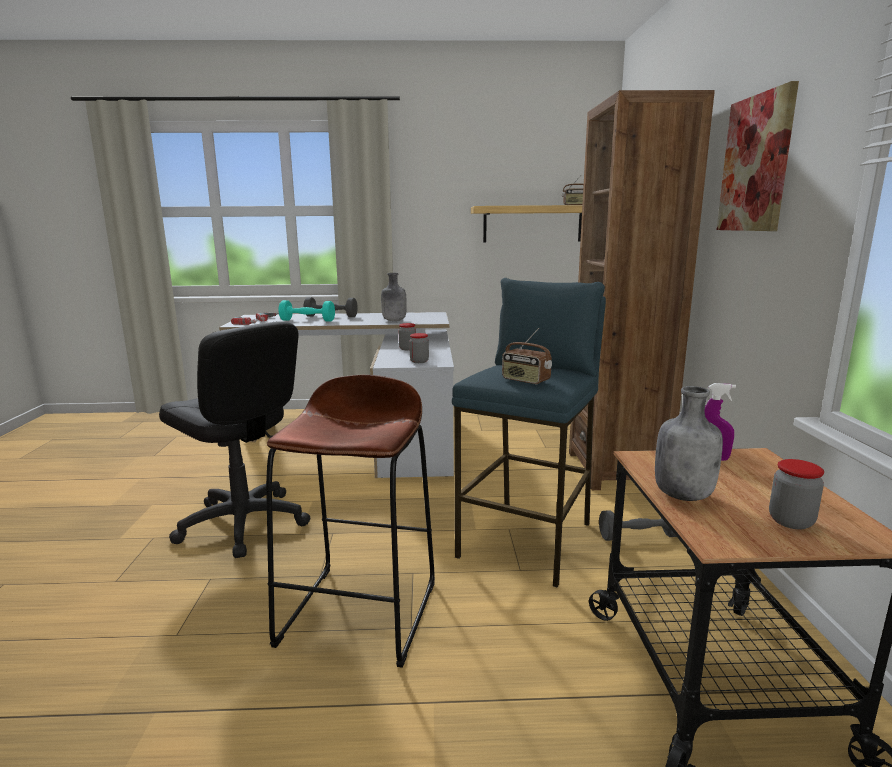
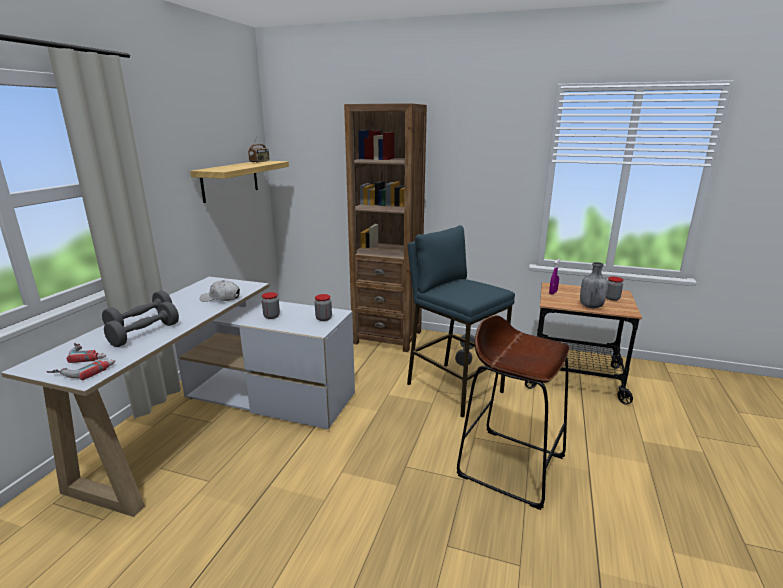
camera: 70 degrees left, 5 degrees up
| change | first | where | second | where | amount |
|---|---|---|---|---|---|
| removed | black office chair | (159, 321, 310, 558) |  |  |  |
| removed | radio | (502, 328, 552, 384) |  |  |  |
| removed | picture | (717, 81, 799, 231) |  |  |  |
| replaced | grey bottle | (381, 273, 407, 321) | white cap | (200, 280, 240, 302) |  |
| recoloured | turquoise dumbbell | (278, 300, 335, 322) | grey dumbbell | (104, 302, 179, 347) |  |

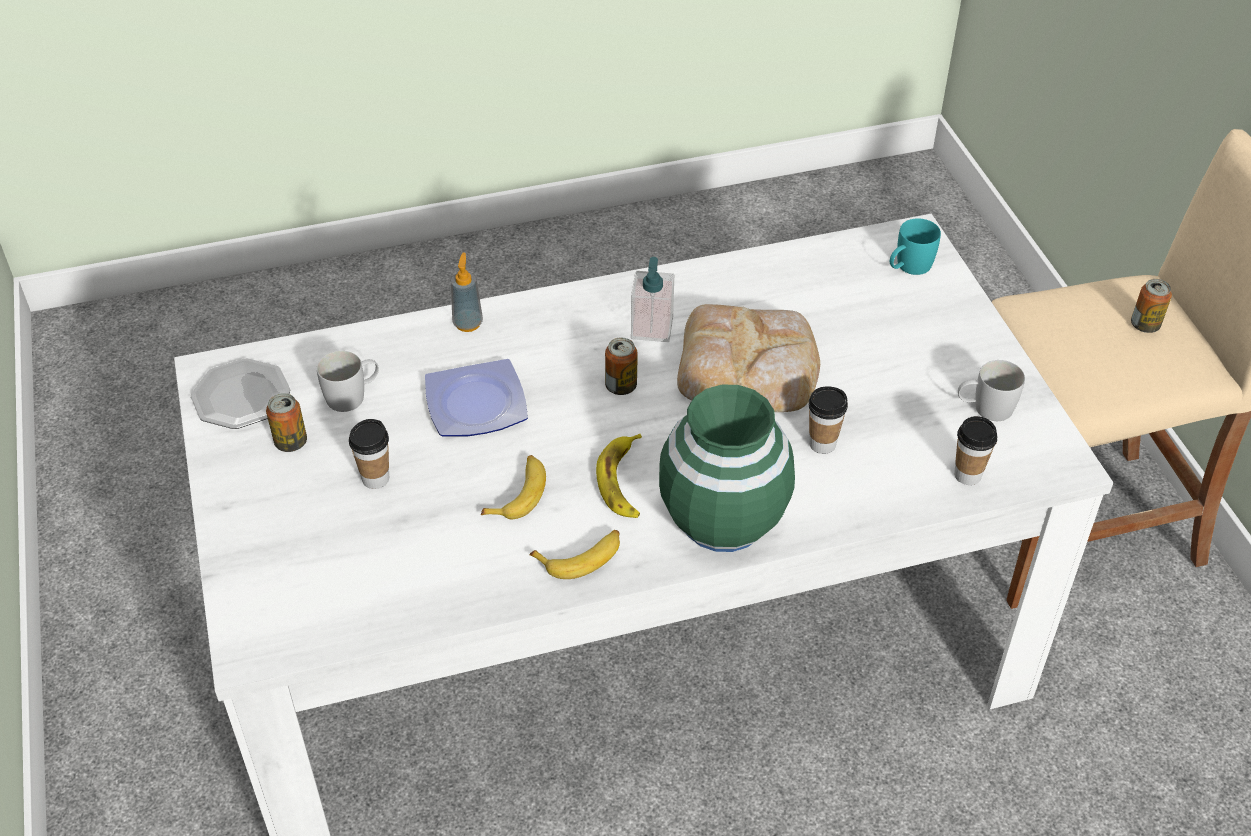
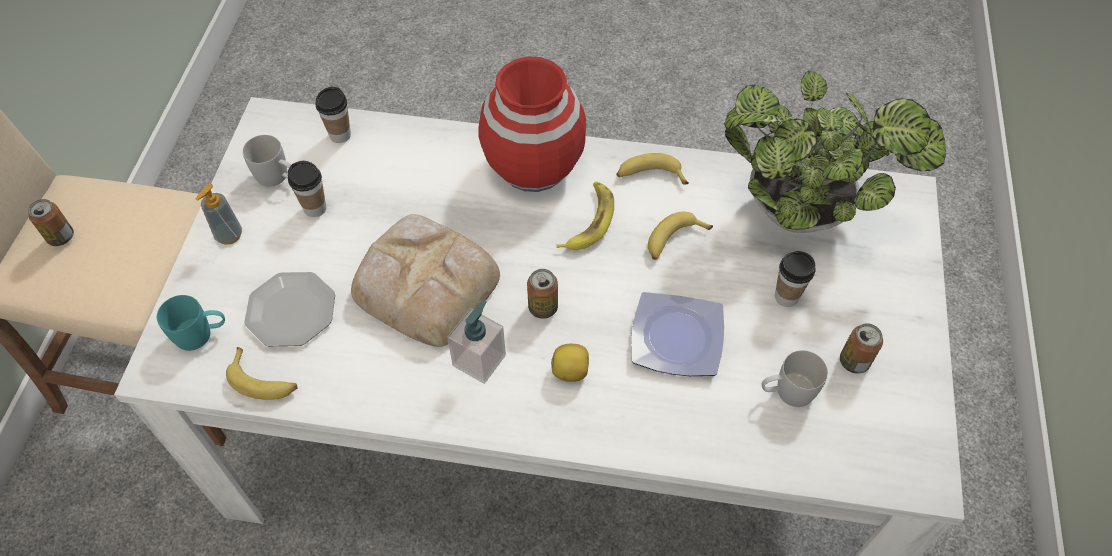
camera: 155 degrees left, 10 degrees up
| change | first | where | second | where | amount |
|---|---|---|---|---|---|
| added |  |  | banana | (226, 347, 298, 400) |  |
| added |  |  | lemon | (551, 344, 589, 382) |  |
| added |  |  | potted plant | (724, 71, 946, 233) |  |
| moved | plate | (191, 358, 290, 429) |  | (244, 272, 335, 346) |  |
| moved | soap dispenser | (451, 253, 483, 332) |  | (196, 184, 242, 245) |  |
| moved | cup | (808, 386, 848, 454) |  | (288, 161, 326, 217) |  |
| recoloured | green vase | (659, 385, 795, 552) | red vase | (478, 56, 586, 192) |  |

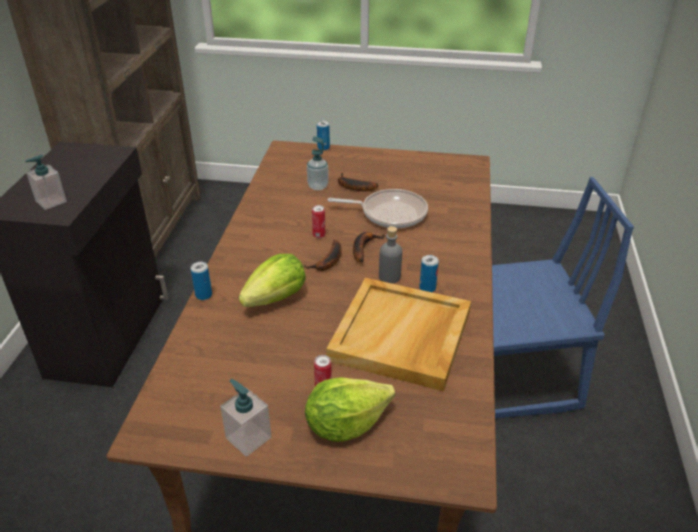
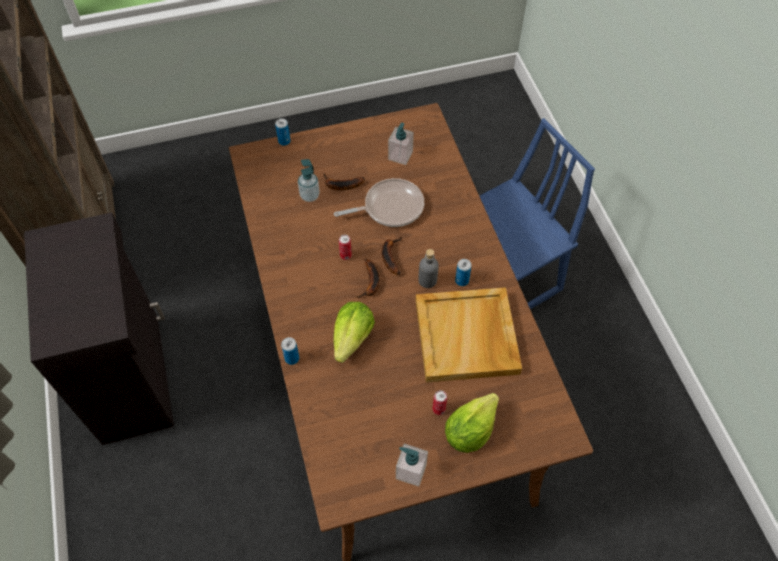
camera: 25 degrees left, 20 degrees up
| change | first | where | second | where | amount |
|---|---|---|---|---|---|
| moved | soap dispenser | (25, 155, 67, 210) |  | (388, 123, 414, 165) |  |

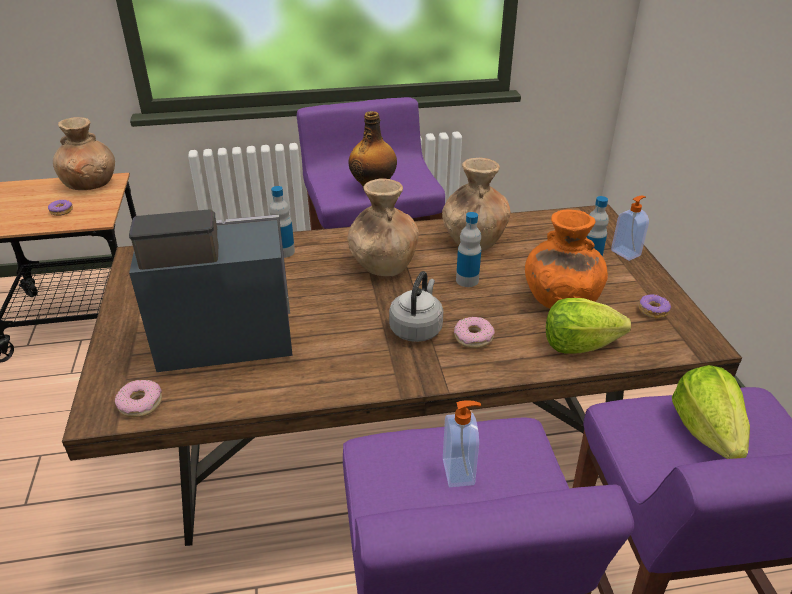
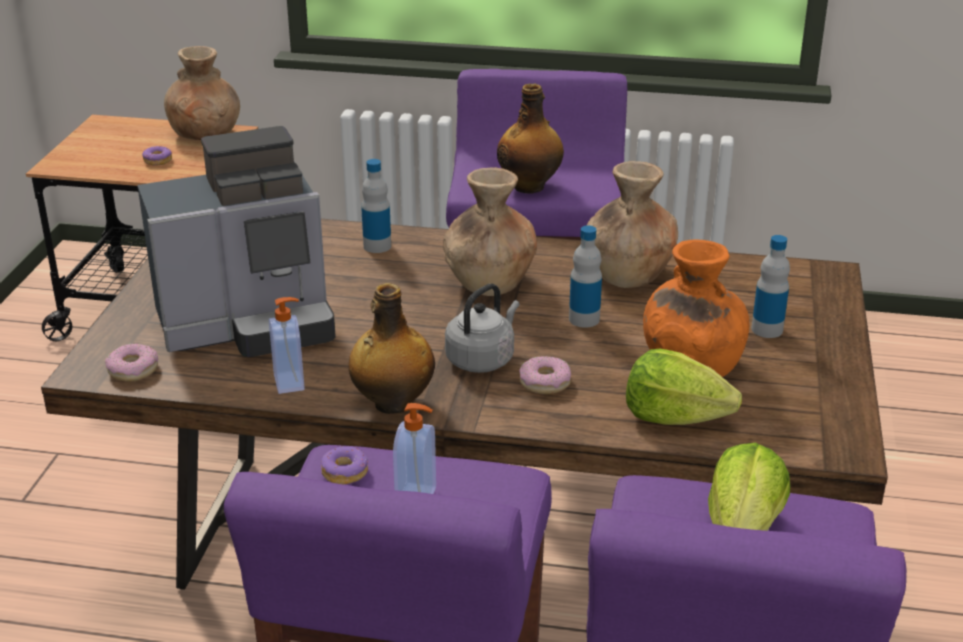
camera: 20 degrees right, 5 degrees down
| change | first | where | second | where | amount |
|---|---|---|---|---|---|
| added |  |  | bottle | (348, 283, 435, 414) |  |
| moved | soap dispenser | (611, 196, 649, 261) |  | (269, 297, 305, 394) |  |
| moved | donut | (639, 294, 671, 318) |  | (321, 446, 368, 484) |  |
| turned | coffee machine | (129, 210, 293, 372) |  | (137, 126, 335, 357) | 150 degrees clockwise |

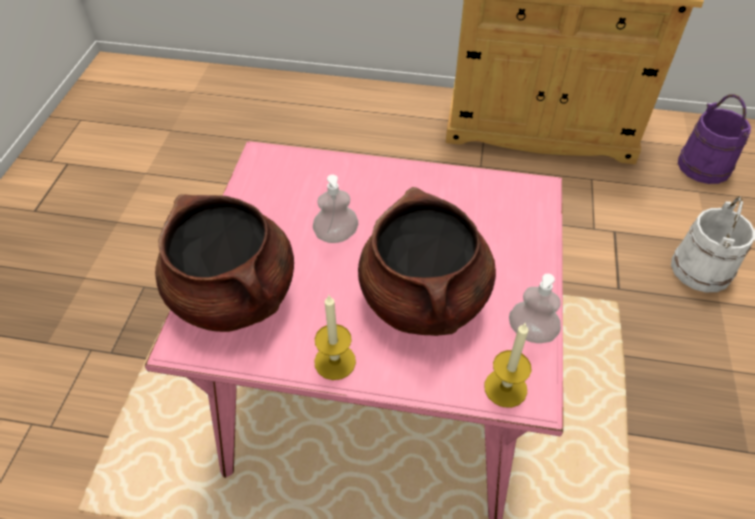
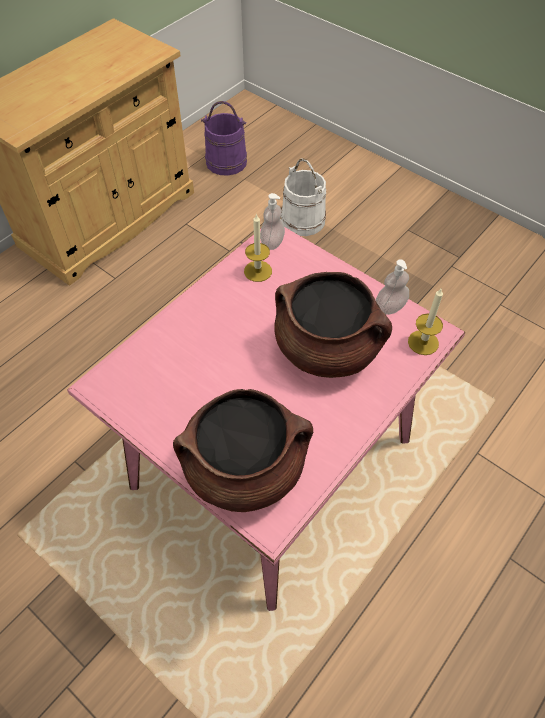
camera: 60 degrees left, 5 degrees up
| change | first | where | second | where | amount |
|---|---|---|---|---|---|
| moved | soap dispenser | (313, 175, 358, 243) |  | (260, 193, 285, 250) |  |
| moved | candle | (314, 295, 356, 380) |  | (244, 213, 272, 282) |  |

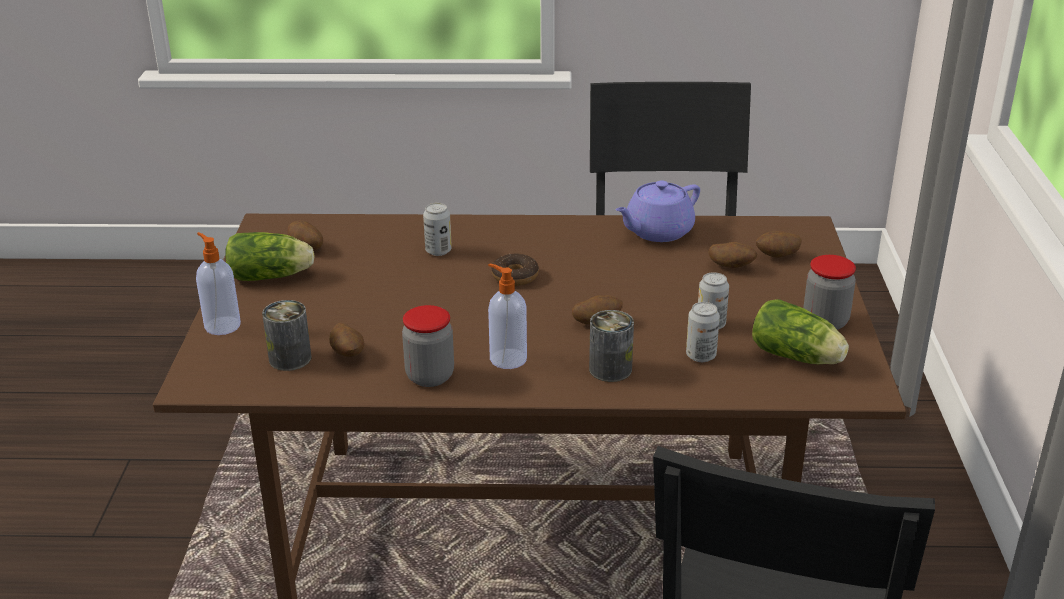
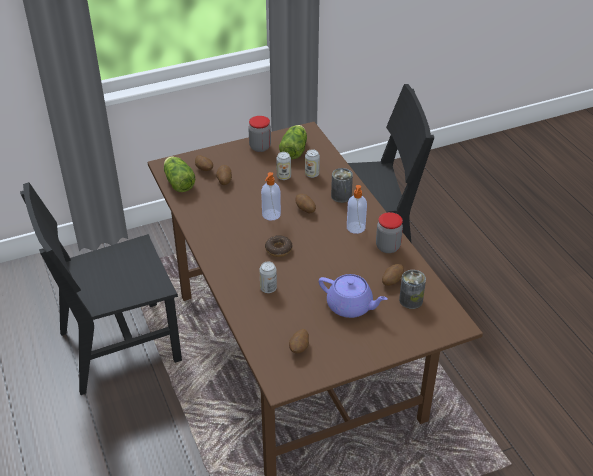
camera: 115 degrees left, 10 degrees up
| change | first | where | second | where | amount |
|---|---|---|---|---|---|
| moved | soap dispenser | (196, 232, 241, 335) |  | (261, 172, 281, 221) |  |
| moved | lettuce | (225, 232, 315, 281) |  | (164, 156, 195, 192) |  |
| moved | purple teapot | (615, 181, 700, 242) |  | (319, 274, 388, 318) |  |

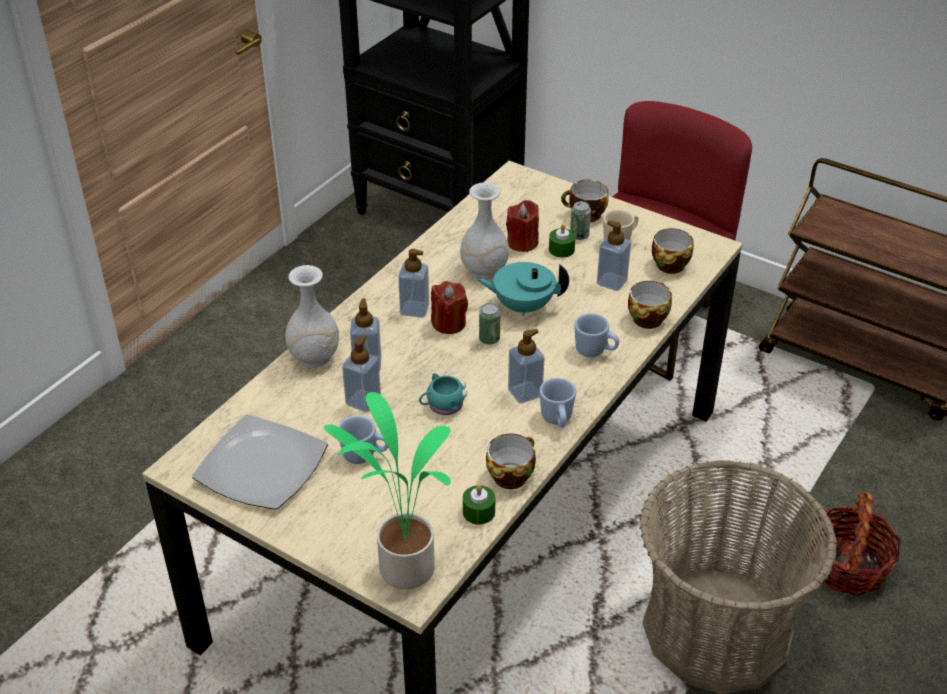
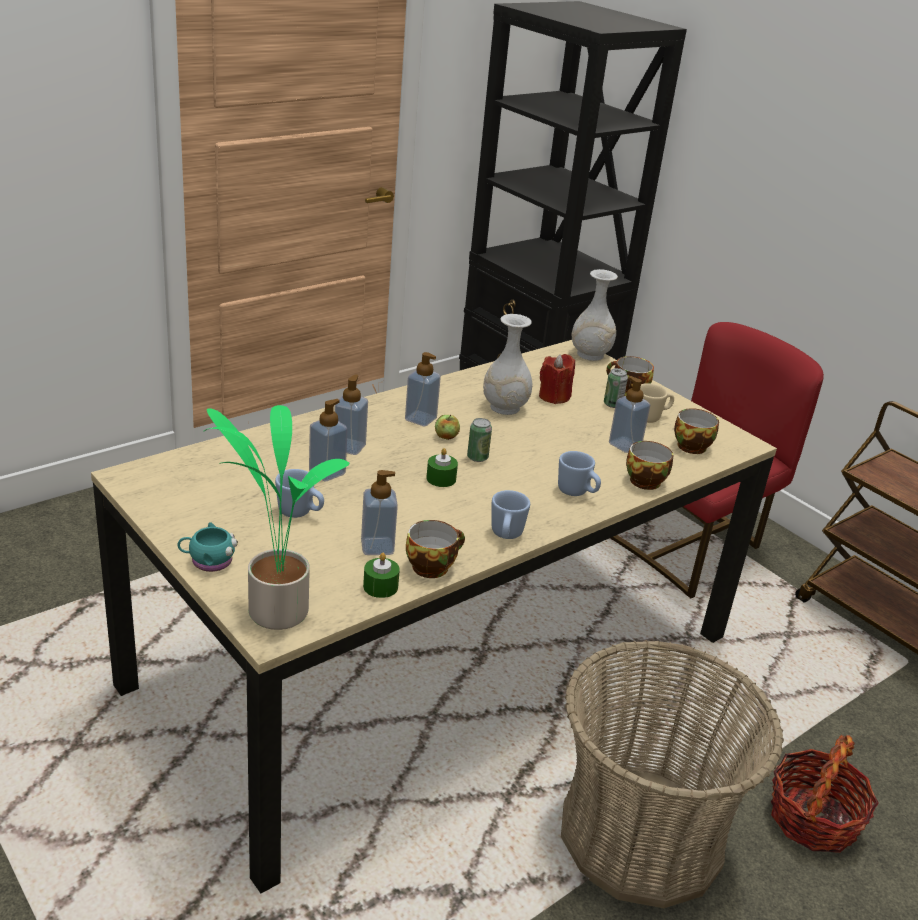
camera: 15 degrees right, 10 degrees down
| change | first | where | second | where | amount |
|---|---|---|---|---|---|
| removed | plate | (192, 414, 328, 510) |  |  |  |
| removed | turquoise teapot | (475, 262, 569, 316) |  |  |  |
| moved | white vase | (285, 265, 339, 368) |  | (571, 269, 618, 361) |  |
| moved | turquoise mug | (419, 373, 467, 415) |  | (177, 522, 238, 572) |  |
| moved | soap dispenser | (508, 329, 544, 404) |  | (361, 470, 398, 555) |  |
| moved | green candle | (549, 224, 576, 258) |  | (426, 448, 458, 487) |  |
| replaced | red candle | (431, 281, 468, 334) | apple | (435, 414, 460, 440) |  |

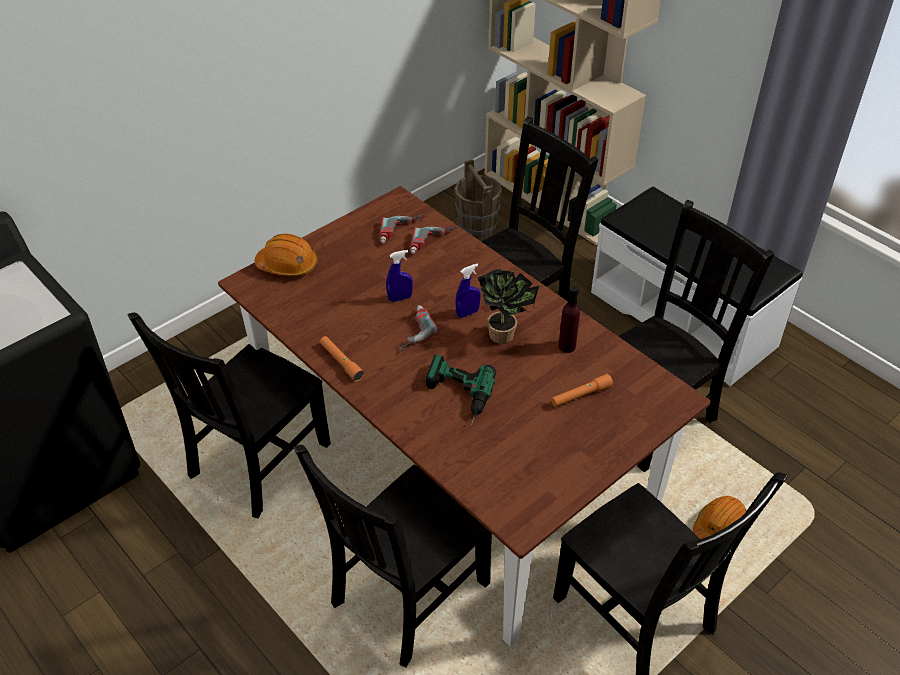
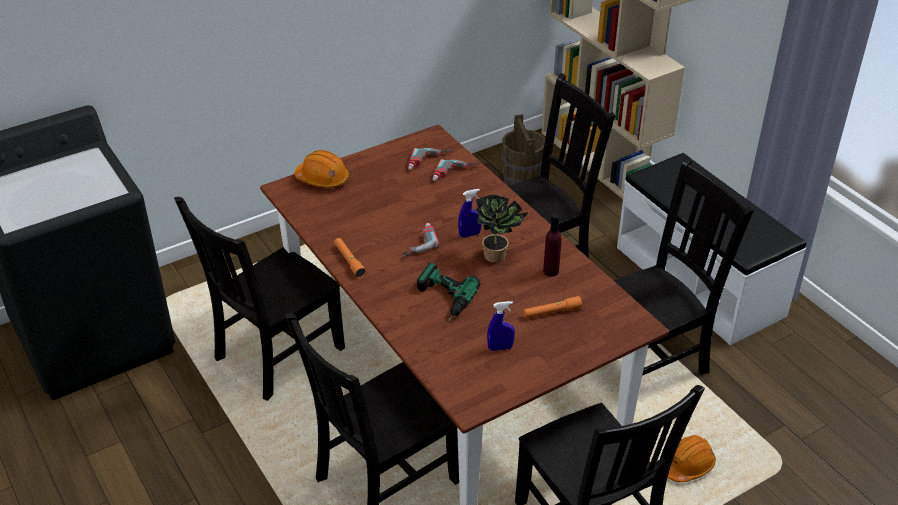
camera: 10 degrees right, 5 degrees down
| change | first | where | second | where | amount |
|---|---|---|---|---|---|
| moved | blue spray bottle | (386, 250, 413, 302) |  | (487, 301, 515, 351) |  |

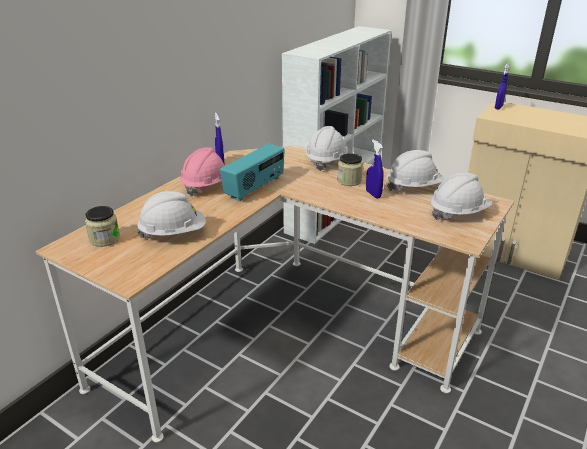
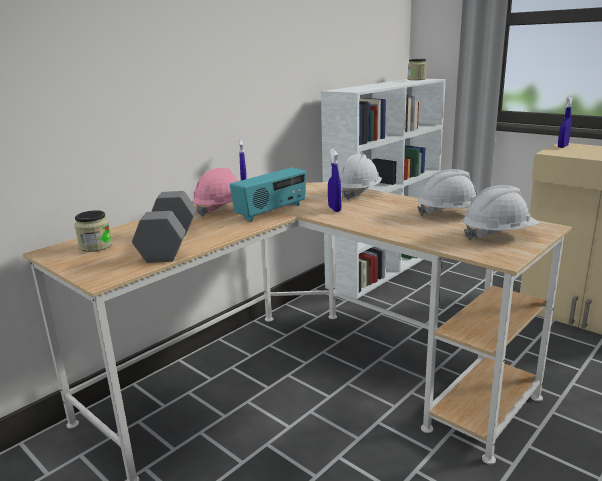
camera: 10 degrees right, 10 degrees down
| change | first | where | second | where | amount |
|---|---|---|---|---|---|
| moved | jar | (338, 153, 363, 186) |  | (408, 59, 427, 80) |  |
| moved | blue spray bottle | (366, 140, 384, 199) |  | (328, 149, 341, 212) |  |
| replaced | white hard hat | (137, 191, 206, 238) | grey dumbbell | (132, 191, 196, 263) |  |

